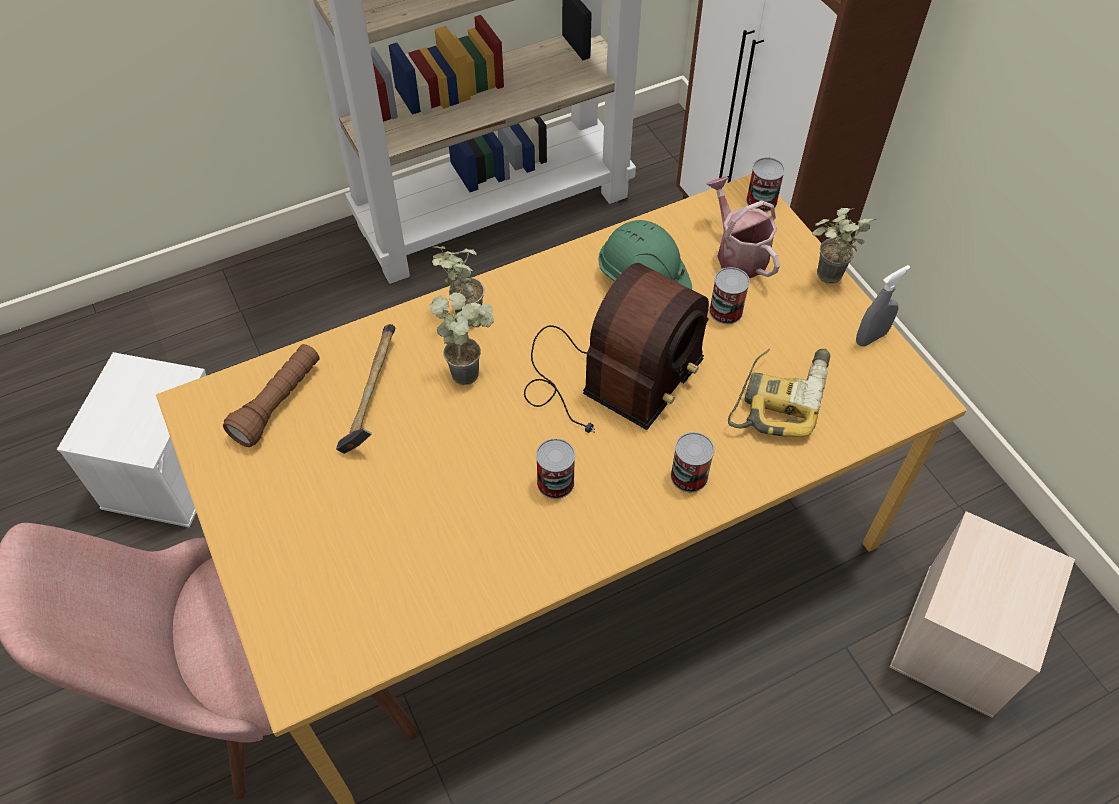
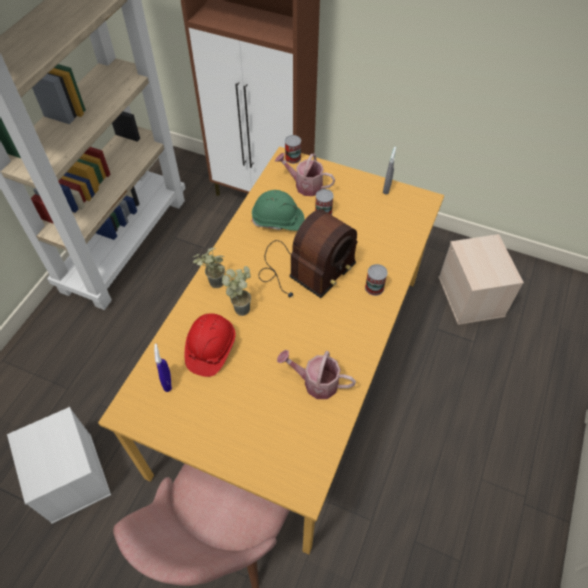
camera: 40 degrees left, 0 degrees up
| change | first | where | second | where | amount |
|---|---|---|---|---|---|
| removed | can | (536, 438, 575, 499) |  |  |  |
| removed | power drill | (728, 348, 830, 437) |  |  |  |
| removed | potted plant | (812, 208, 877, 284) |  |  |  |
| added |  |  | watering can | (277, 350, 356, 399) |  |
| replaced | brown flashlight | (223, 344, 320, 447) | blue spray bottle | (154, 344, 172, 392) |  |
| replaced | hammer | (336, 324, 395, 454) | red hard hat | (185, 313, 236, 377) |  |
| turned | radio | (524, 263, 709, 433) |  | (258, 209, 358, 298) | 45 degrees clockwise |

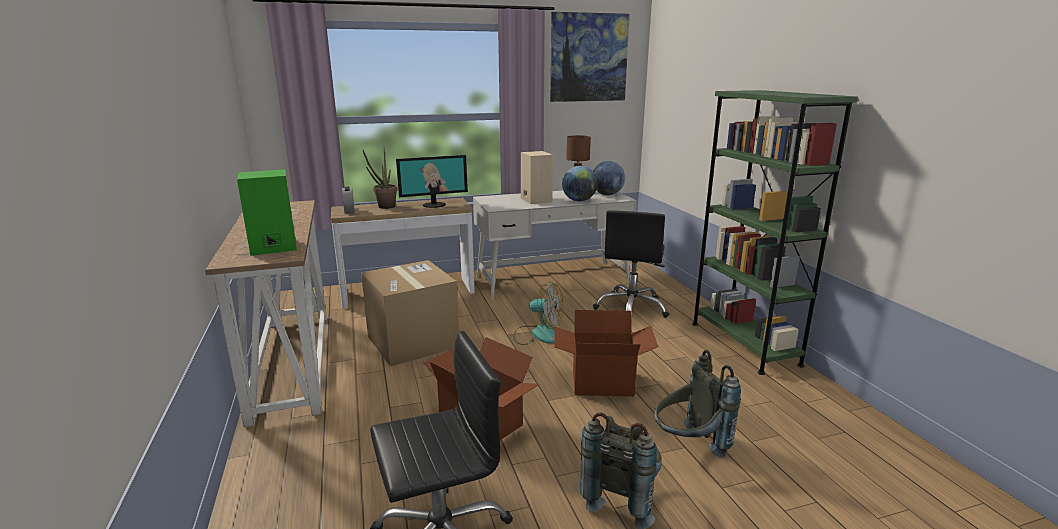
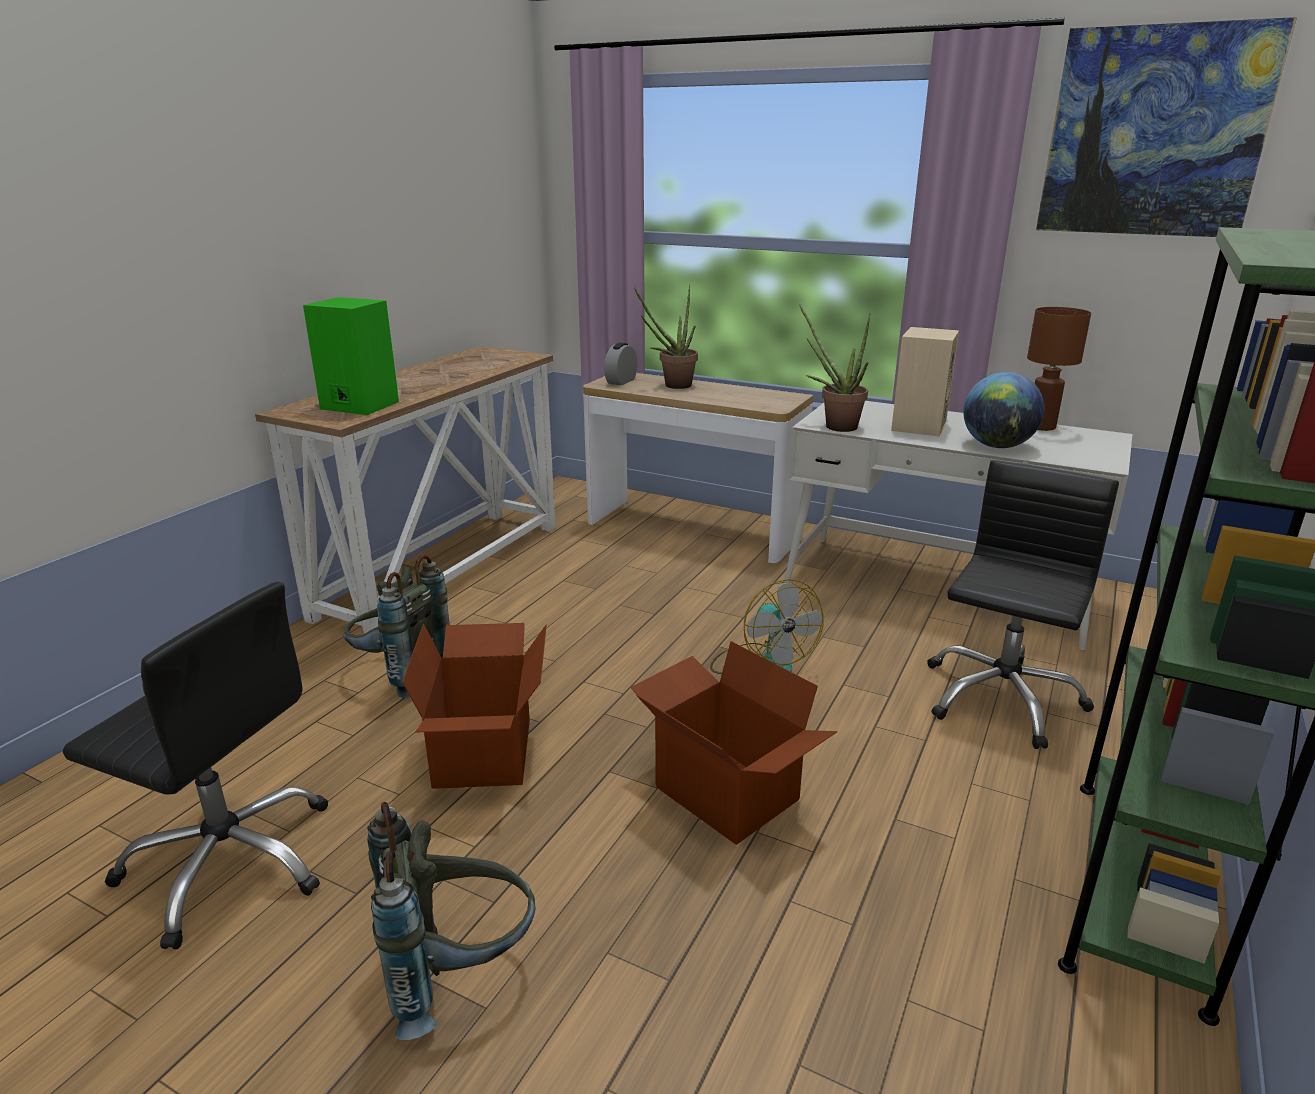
camera: 45 degrees right, 5 degrees up
| change | first | where | second | where | amount |
|---|---|---|---|---|---|
| removed | cardboard box | (361, 260, 459, 367) |  |  |  |
| removed | monitor | (396, 155, 468, 208) |  |  |  |
| removed | globe | (593, 161, 625, 195) |  |  |  |
| added |  |  | potted plant | (799, 304, 870, 432) |  |
| moved | grey backpack | (654, 350, 741, 458) |  | (343, 555, 450, 698) |  |
| turned | black office chair | (593, 210, 669, 318) |  | (927, 460, 1119, 749) | 150 degrees clockwise |

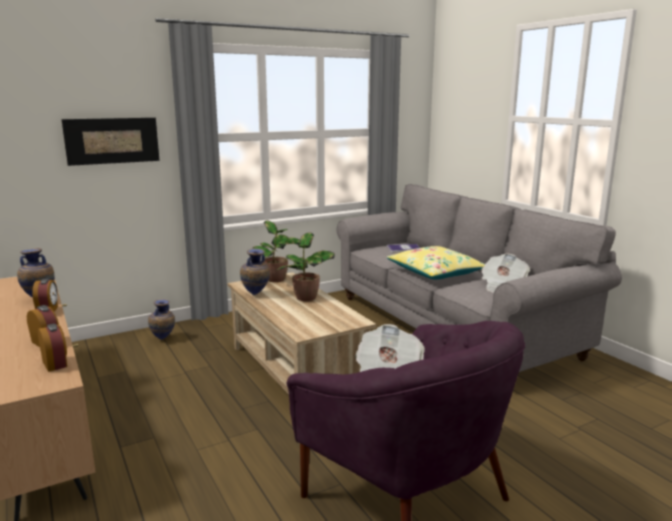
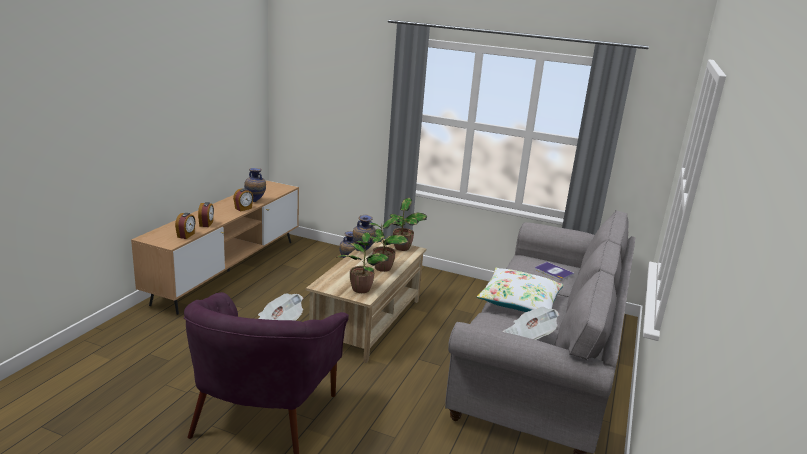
camera: 50 degrees right, 5 degrees up
| change | first | where | second | where | amount |
|---|---|---|---|---|---|
| removed | picture | (61, 118, 160, 166) |  |  |  |
| added |  |  | potted plant | (338, 232, 389, 293) |  |
| recoloured | yellow pillow | (387, 246, 485, 280) | white pillow | (477, 268, 563, 312) |  |

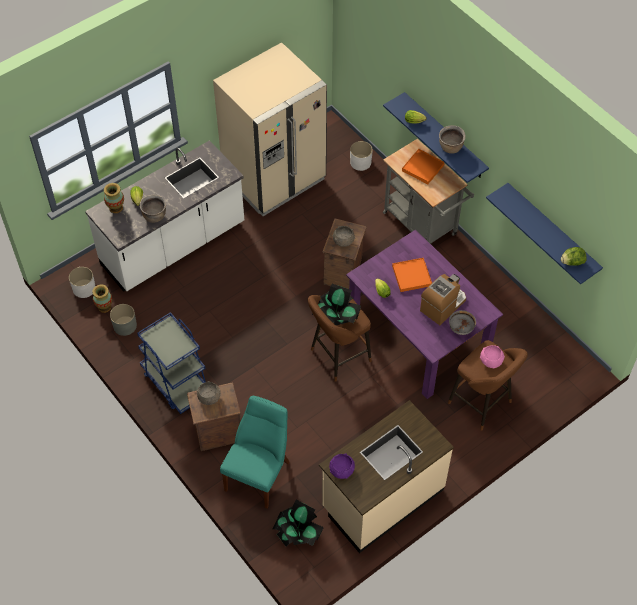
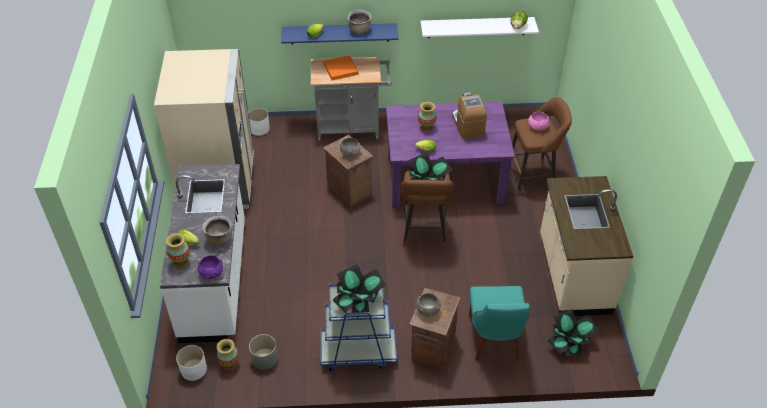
camera: 55 degrees left, 10 degrees down
| change | first | where | second | where | amount |
|---|---|---|---|---|---|
| removed | grey bowl | (449, 310, 476, 335) |  |  |  |
| added |  |  | potted plant | (332, 264, 386, 313) |  |
| moved | purple bowl | (329, 453, 355, 479) |  | (198, 255, 223, 279) |  |
| replaced | orange tray | (392, 258, 432, 292) | vase | (418, 102, 436, 132) |  |
| recoloured | blue shelf | (486, 183, 603, 284) | white shelf | (421, 17, 539, 38) |  |
| turned | turquoise chair | (220, 396, 289, 509) |  | (469, 286, 530, 361) | 150 degrees counterclockwise |

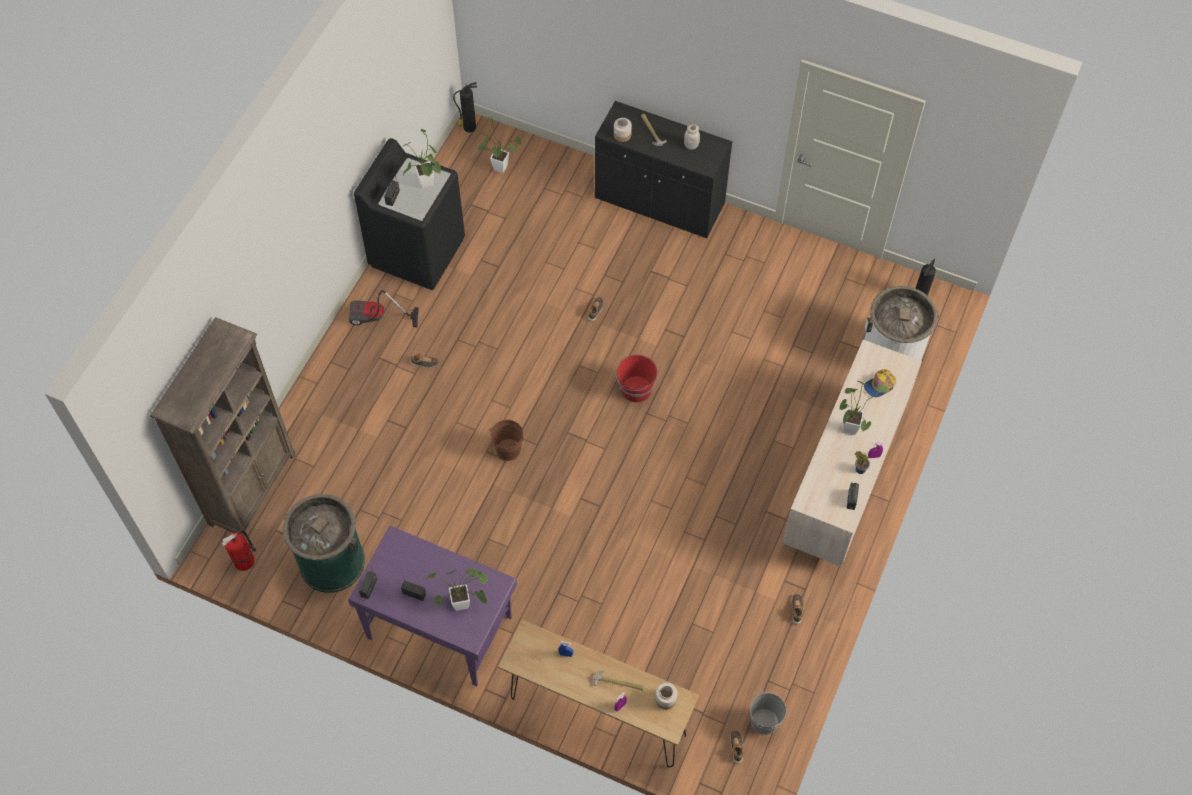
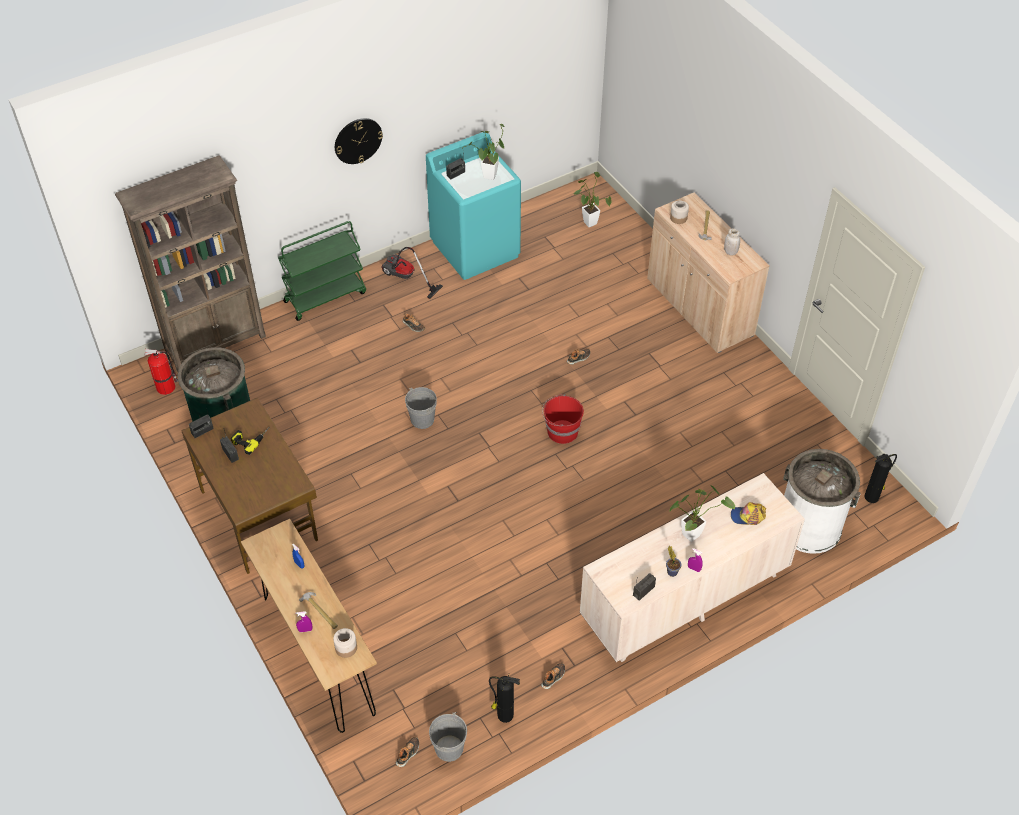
camera: 35 degrees right, 10 degrees down
| change | first | where | second | where | amount |
|---|---|---|---|---|---|
| removed | potted plant | (427, 569, 488, 611) |  |  |  |
| added |  |  | power drill | (231, 427, 270, 455) |  |
| added |  |  | green cart | (278, 221, 366, 321) |  |
| added |  |  | wall clock | (335, 118, 383, 164) |  |
| moved | fire extinguisher | (453, 82, 477, 133) |  | (489, 674, 520, 723) |  |
| recoloured | purple desk | (348, 526, 517, 686) | brown desk | (181, 398, 318, 574) |  |
| recoloured | black washing machine | (354, 138, 465, 290) | turquoise washing machine | (426, 131, 521, 280) |  |
| recoloured | brown bucket | (488, 420, 524, 461) | grey bucket | (405, 387, 437, 429) |  |
| recoloured | black cabinet | (595, 101, 732, 238) | beige cabinet | (647, 192, 770, 353) |  |

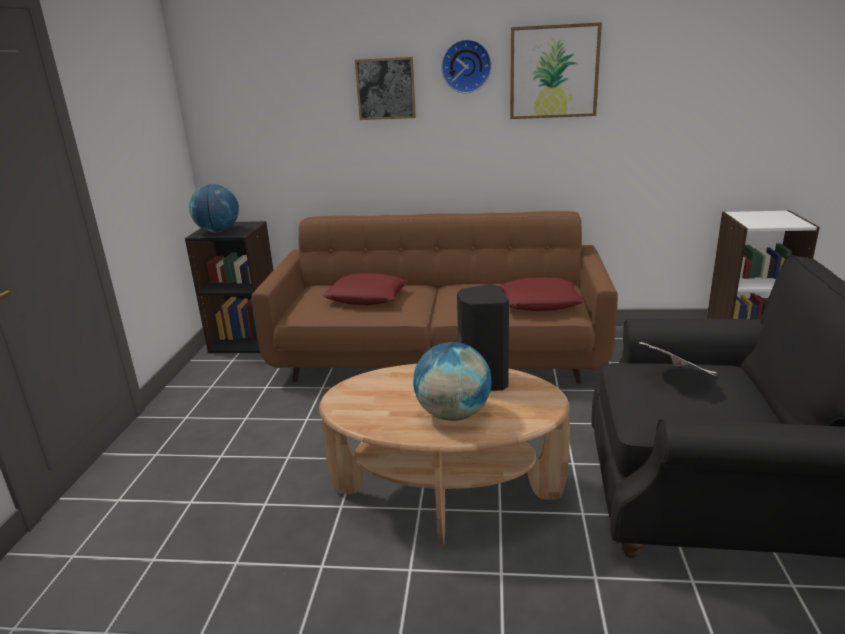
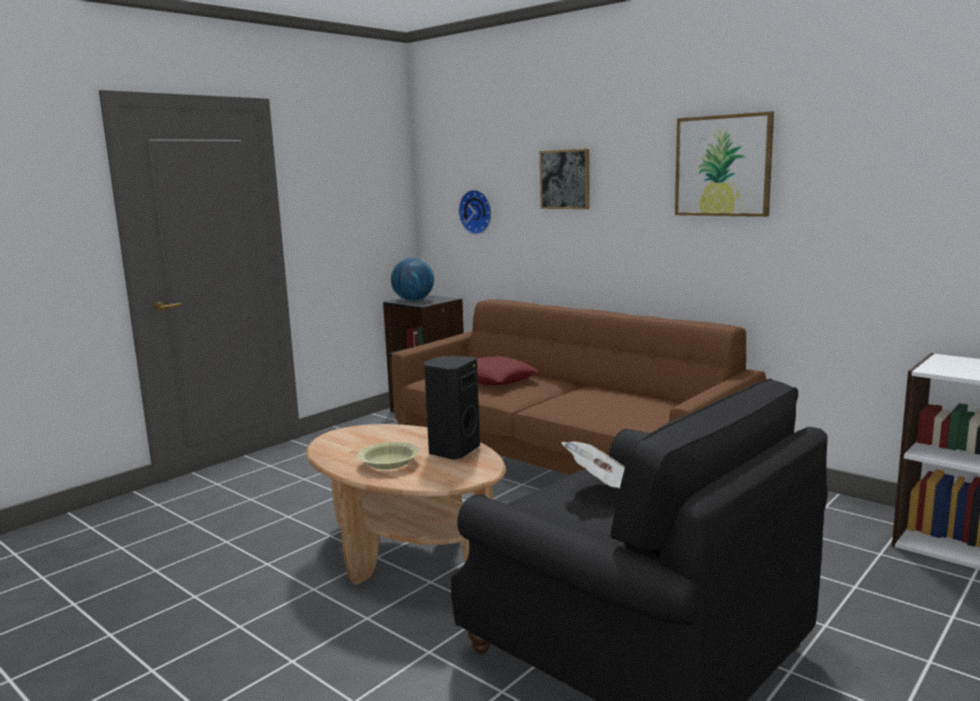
camera: 35 degrees right, 10 degrees down
| change | first | where | second | where | amount |
|---|---|---|---|---|---|
| removed | red pillow | (499, 277, 585, 311) |  |  |  |
| moved | wall clock | (441, 39, 492, 93) |  | (458, 189, 492, 235) |  |
| replaced | globe | (413, 342, 492, 421) | yellow bowl | (357, 442, 420, 469) |  |

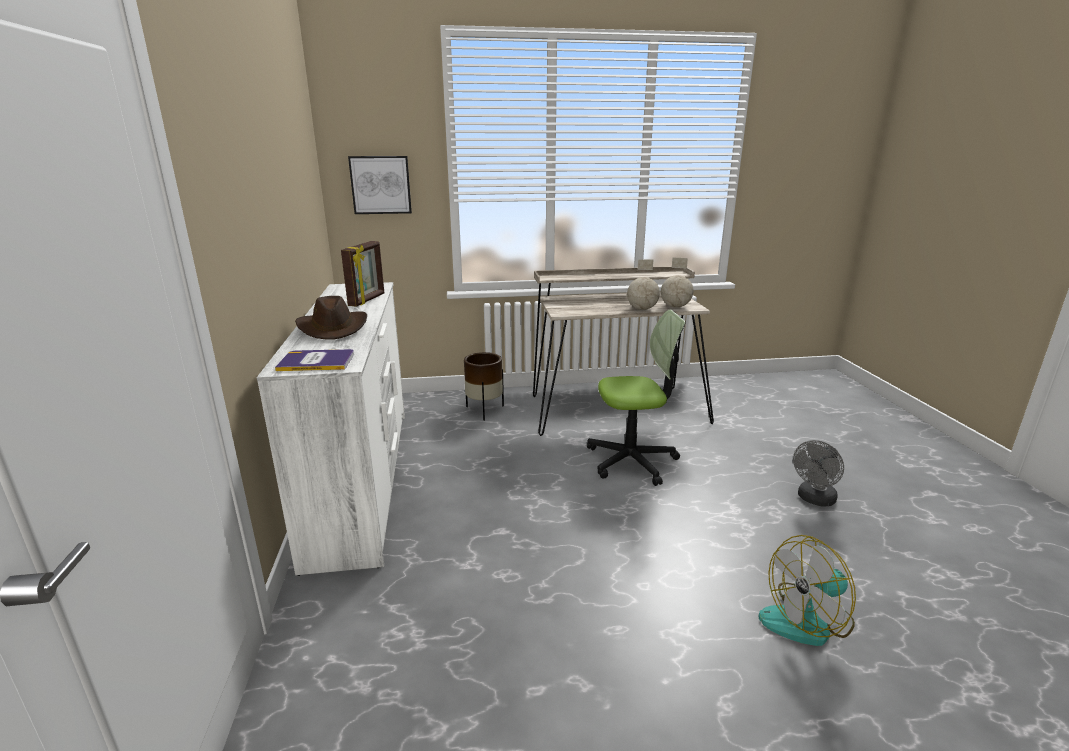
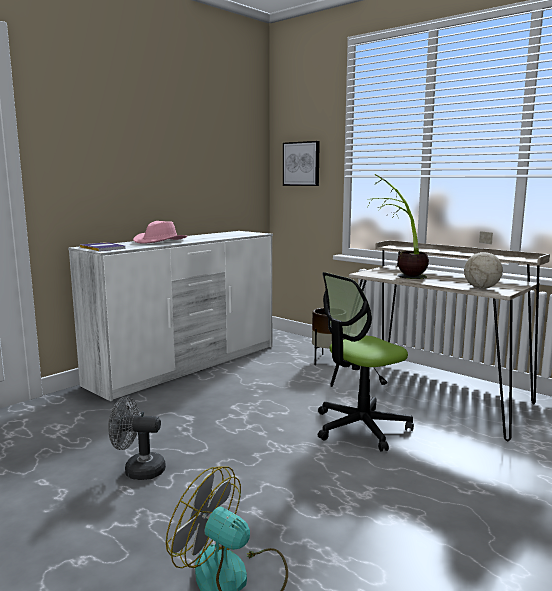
camera: 50 degrees right, 10 degrees down
| change | first | where | second | where | amount |
|---|---|---|---|---|---|
| removed | picture frame | (341, 241, 384, 307) |  |  |  |
| removed | globe | (627, 259, 660, 310) |  |  |  |
| added |  |  | potted plant | (367, 174, 429, 279) |  |
| moved | grey fan | (793, 440, 844, 506) |  | (108, 396, 166, 480) |  |
| recoloured | brown hat | (295, 296, 367, 340) | pink hat | (133, 221, 187, 244) |  |
| turned | office chair | (587, 310, 686, 486) |  | (318, 272, 414, 451) | 105 degrees clockwise |

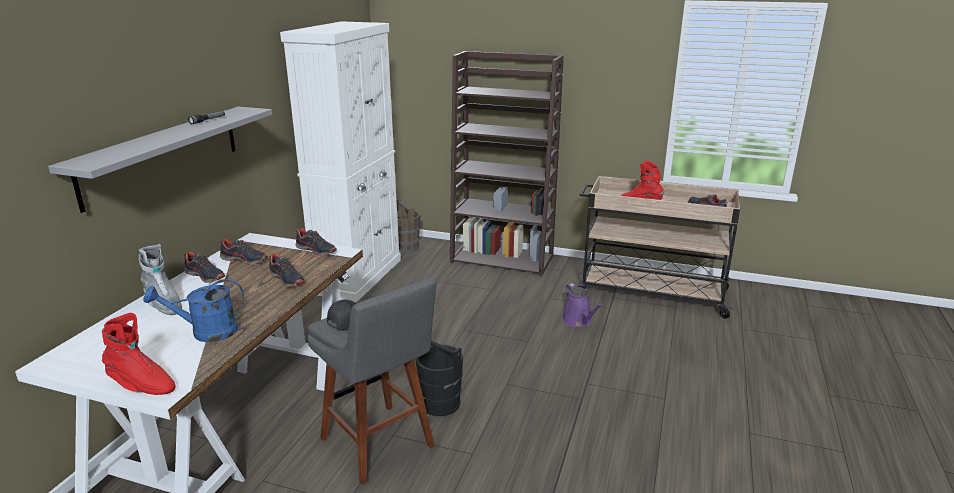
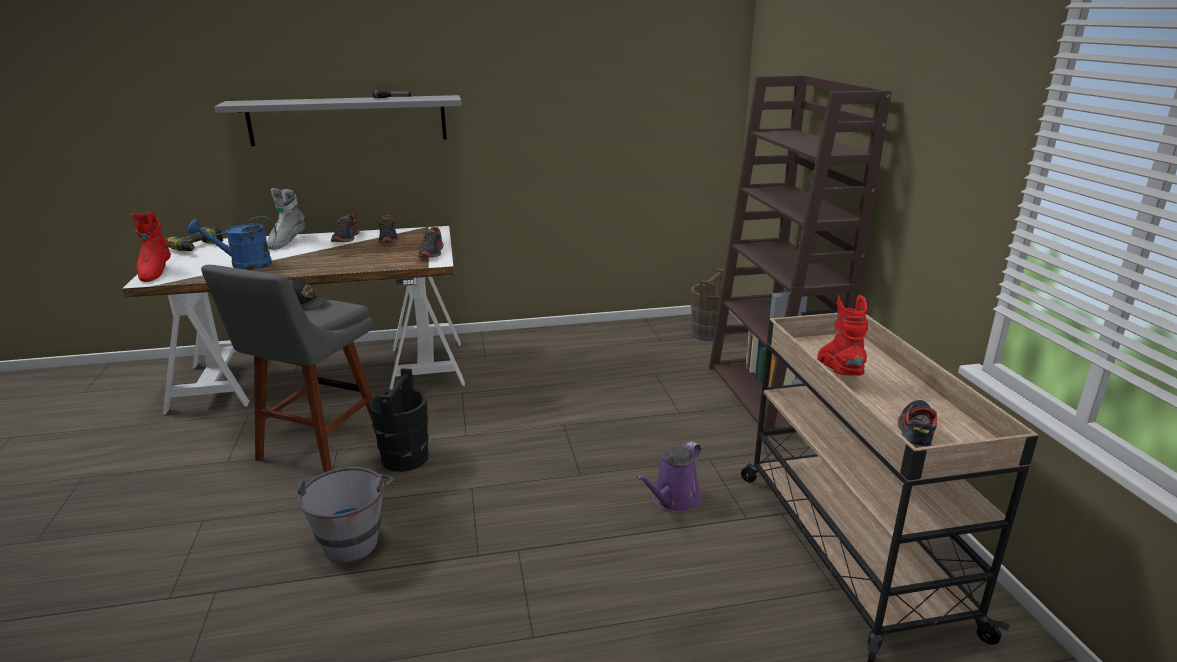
camera: 60 degrees right, 0 degrees up
| change | first | where | second | where | amount |
|---|---|---|---|---|---|
| removed | shoe | (269, 253, 305, 288) |  |  |  |
| removed | white cabinet | (280, 21, 401, 302) |  |  |  |
| added |  |  | power drill | (166, 226, 223, 251) |  |
| added |  |  | grey bucket | (297, 467, 394, 563) |  |
| turned | blue watering can | (143, 279, 244, 342) |  | (188, 216, 277, 270) | 60 degrees counterclockwise |

